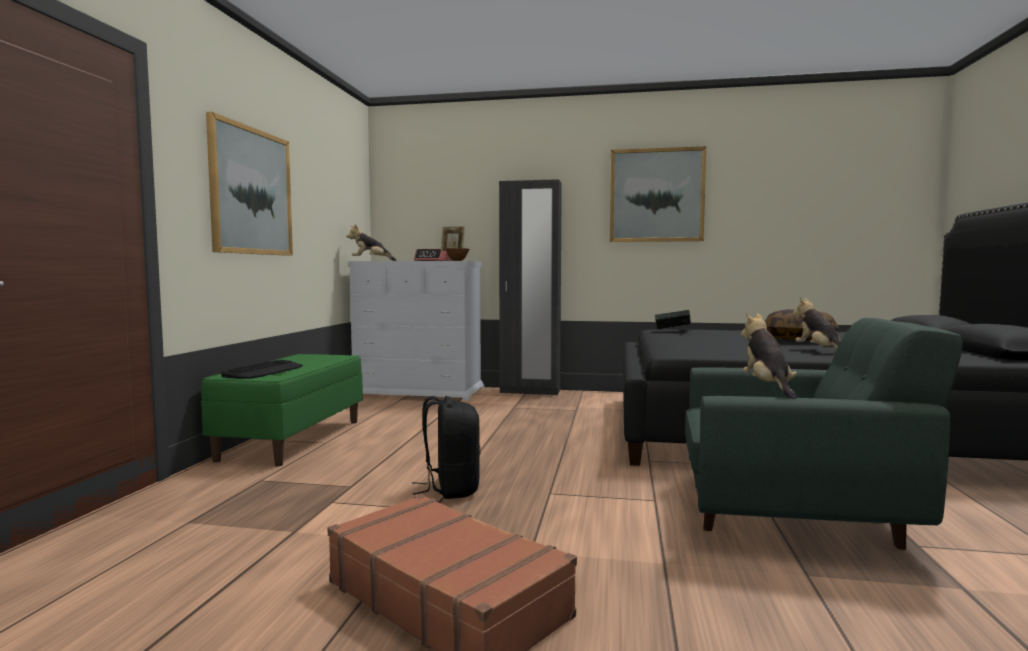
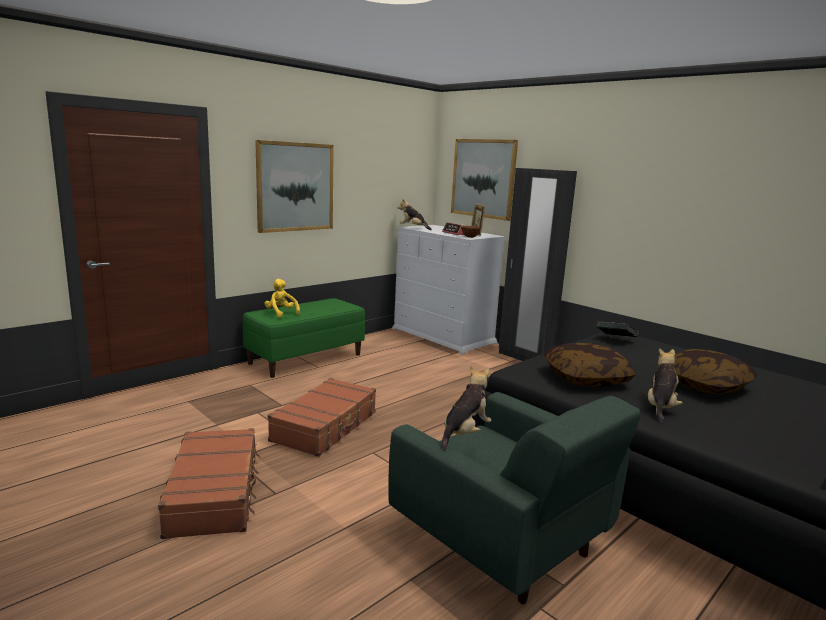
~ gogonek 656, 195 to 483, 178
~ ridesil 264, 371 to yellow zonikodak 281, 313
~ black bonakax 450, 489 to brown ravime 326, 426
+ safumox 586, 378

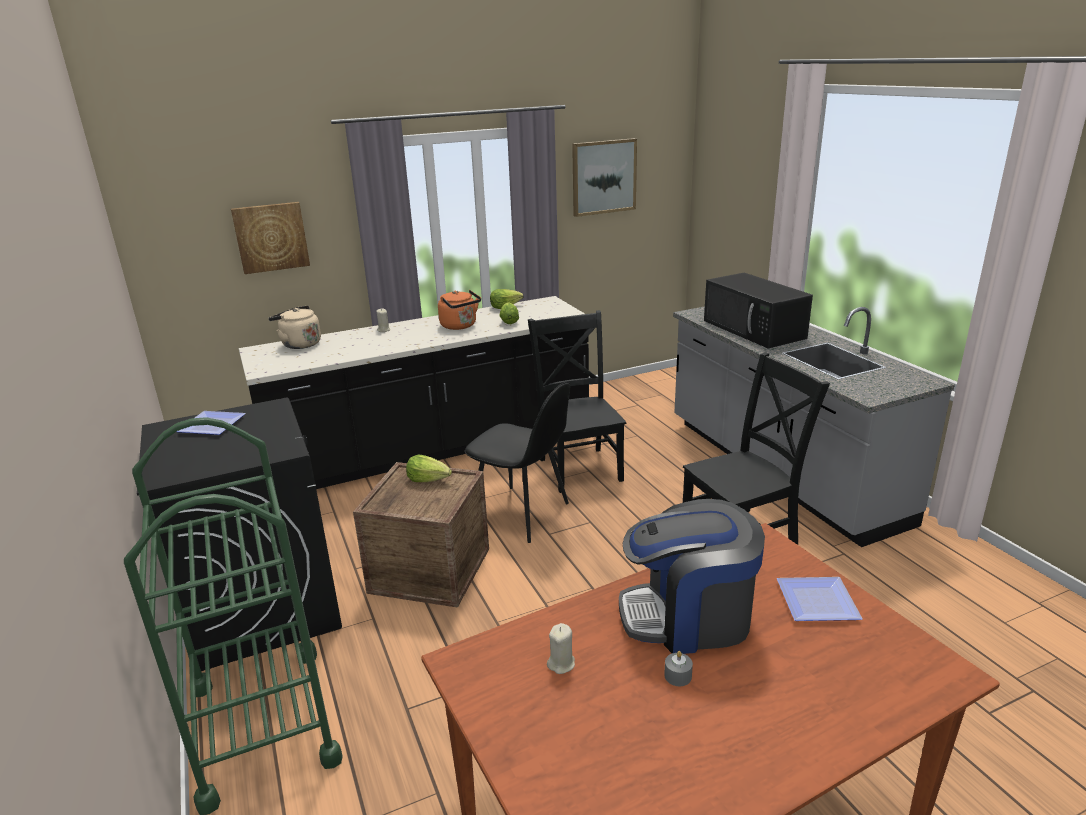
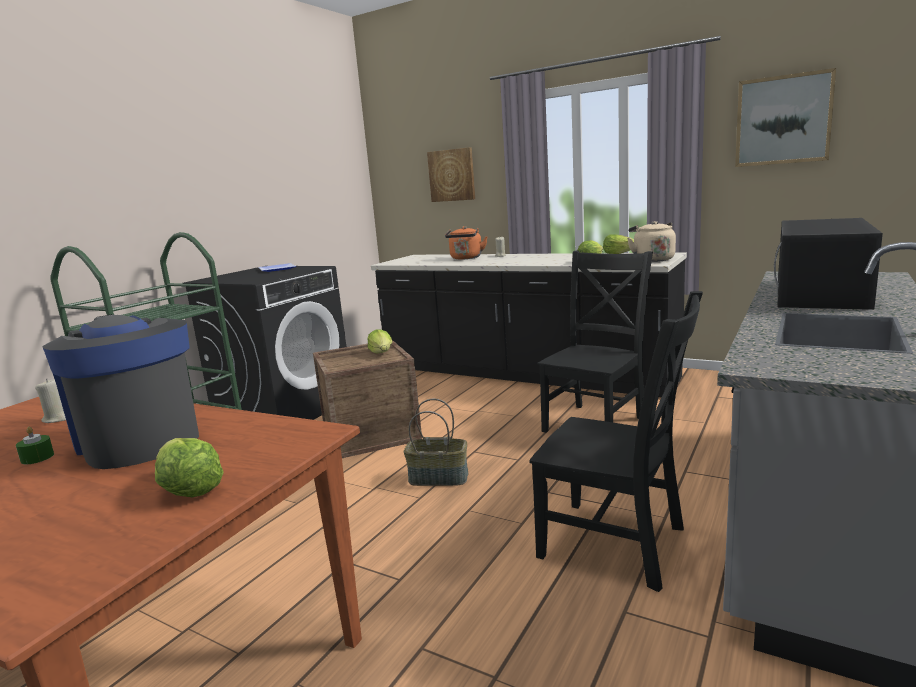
~ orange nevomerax 460, 326 to 466, 258
~ beige nevomerax 299, 344 to 652, 259
- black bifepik 522, 514
~ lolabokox 820, 603 to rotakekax 189, 488
~ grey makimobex 678, 676 to green makimobex 37, 458
+ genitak 439, 477

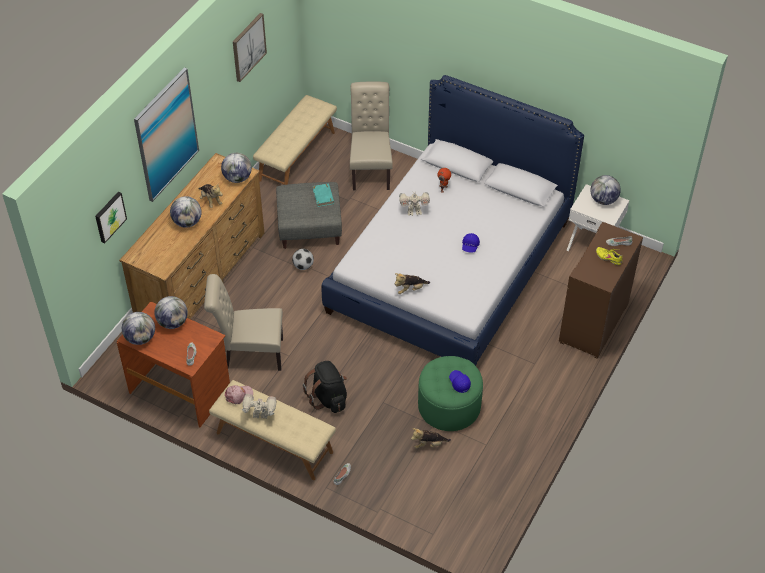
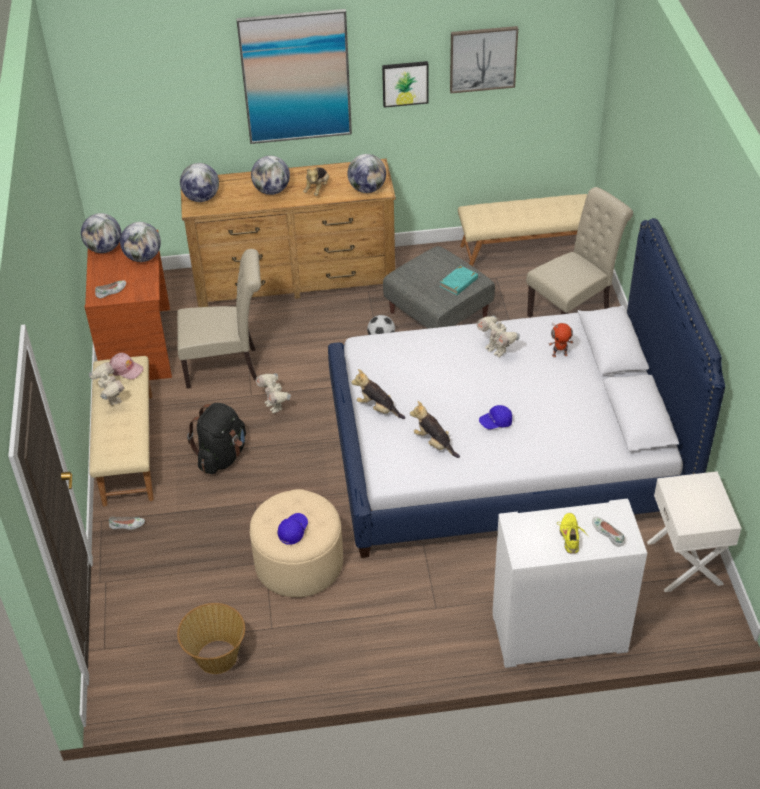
~ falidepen 603, 200 to 201, 198
~ gogonek 109, 216 to 405, 83
~ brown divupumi 594, 323 to white divupumi 558, 634
~ beige bifepik 249, 354 = 227, 366 120 degrees clockwise
~ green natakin 449, 406 to beige natakin 299, 563
~ zonikodak 429, 444 to 434, 443
+ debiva 275, 406
+ genitak 216, 657

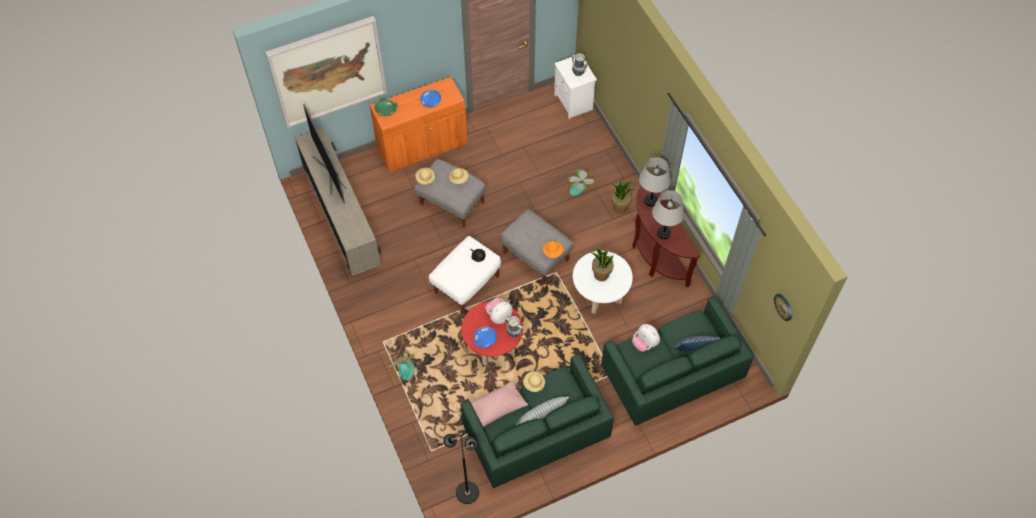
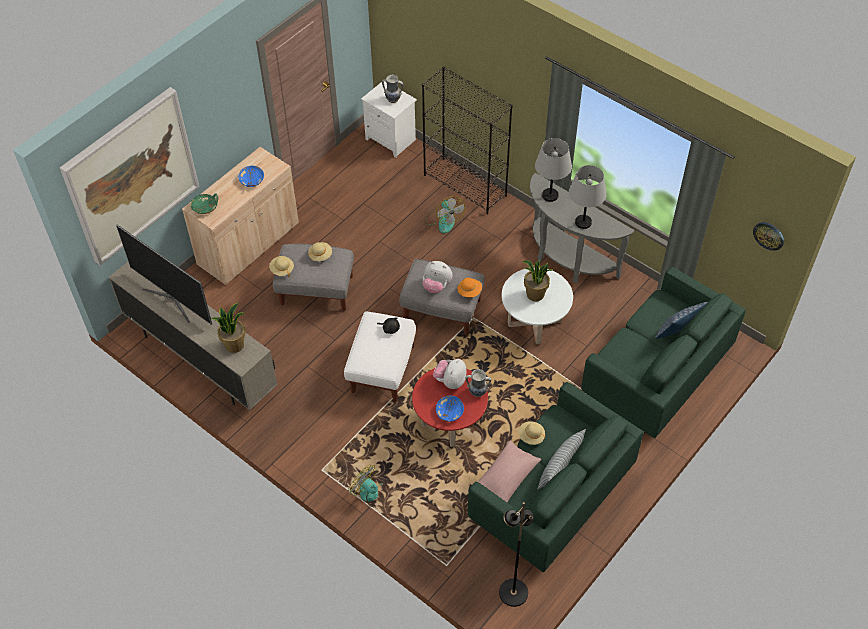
~ orange divupumi 422, 147 to beige divupumi 249, 244
~ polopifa 620, 207 to 234, 344
~ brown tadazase 655, 255 to grey tadazase 567, 259
~ zonikodak 644, 343 to 436, 286
+ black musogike 465, 185

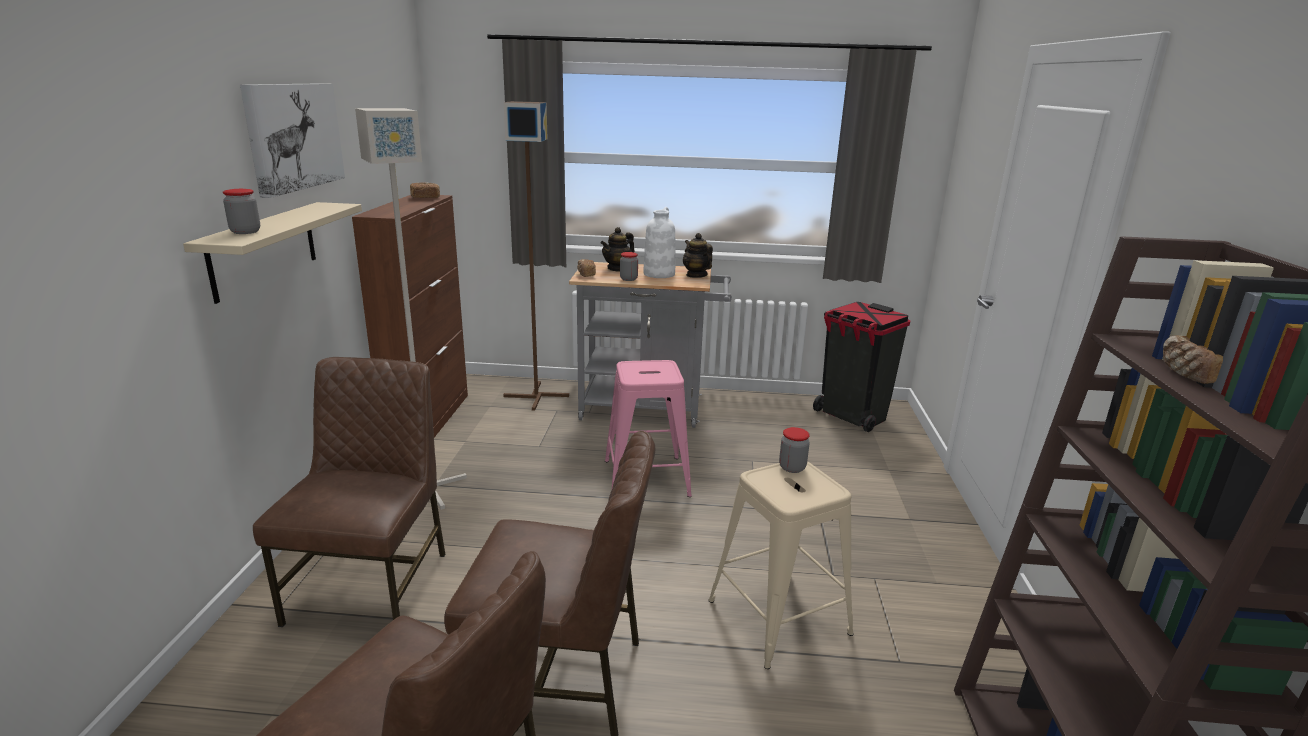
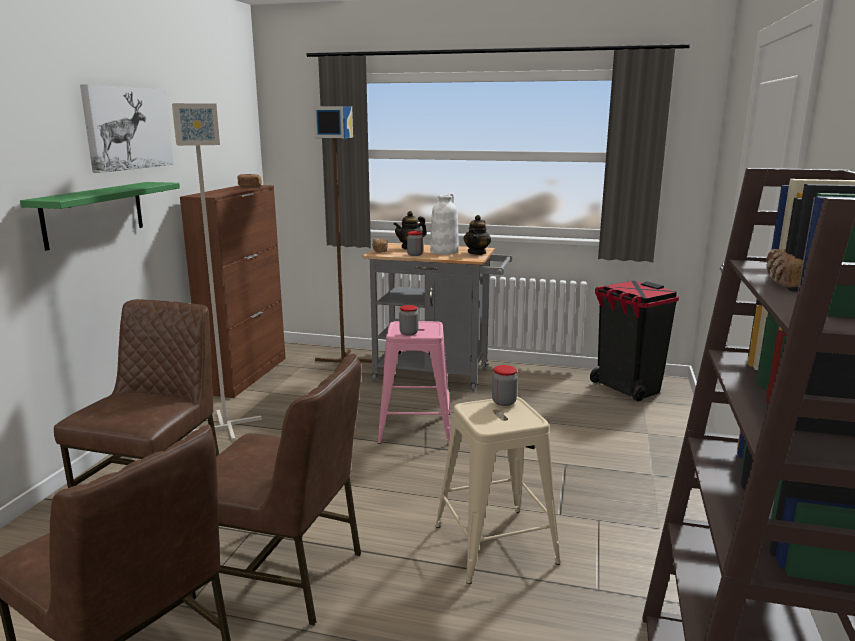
~ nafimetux 245, 232 to 408, 333
~ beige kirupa 264, 249 to green kirupa 94, 214
~ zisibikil 696, 275 = 477, 253 135 degrees counterclockwise

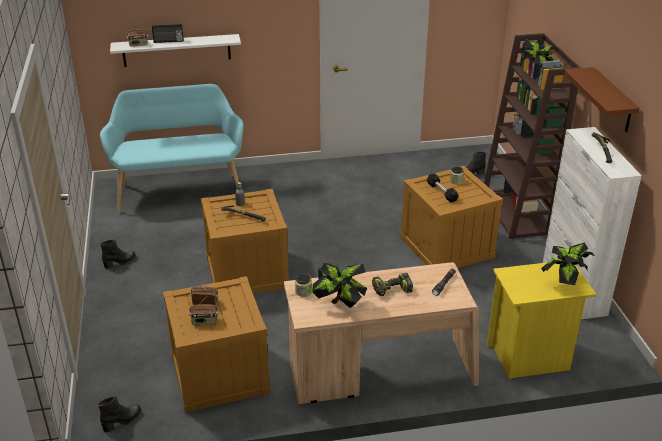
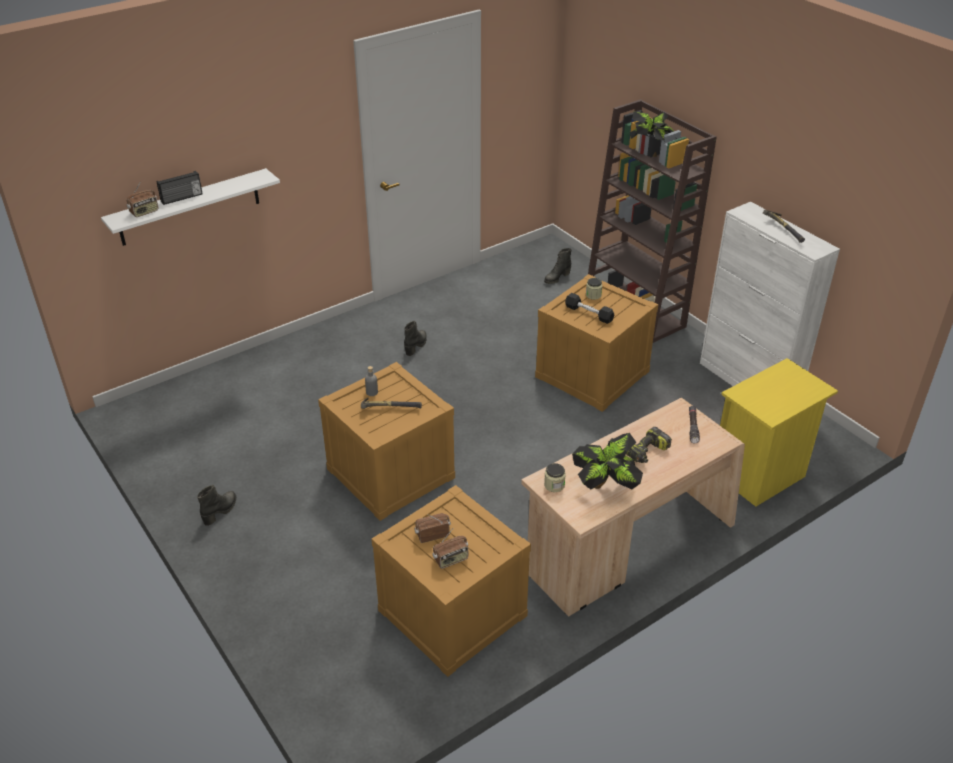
- brown kirupa 613, 101
- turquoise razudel 179, 190
- polopifa 565, 282
~ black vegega 122, 421 to 416, 346

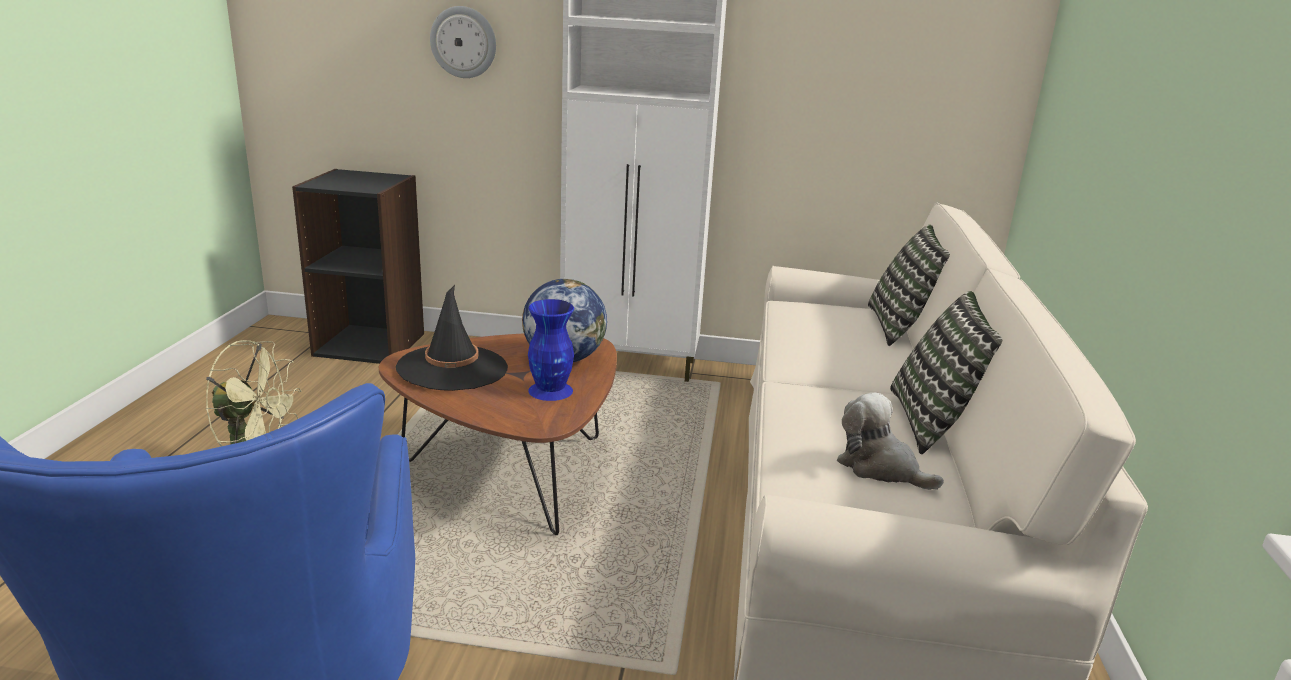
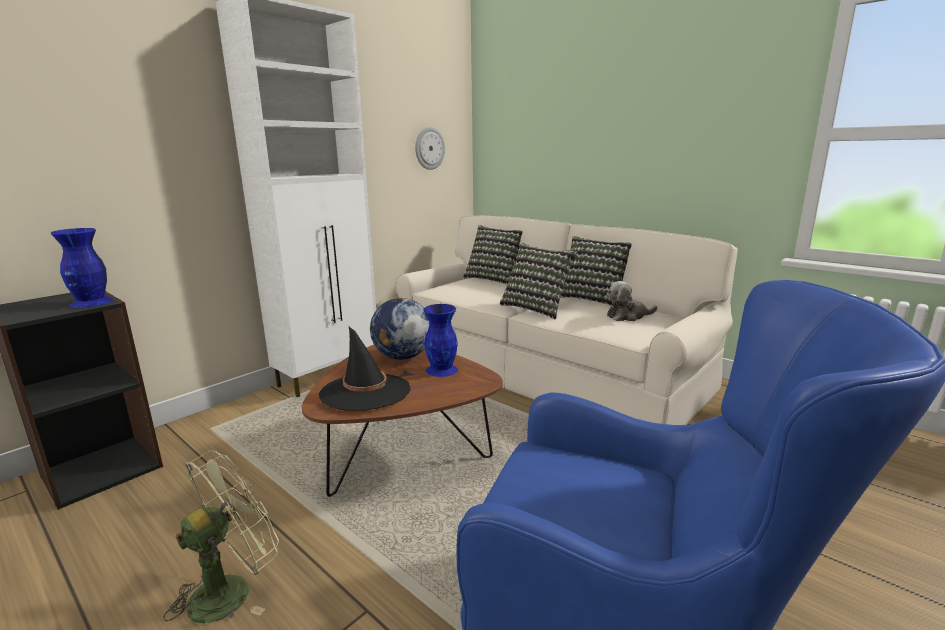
~ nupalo 463, 42 to 429, 148
+ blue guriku 91, 302
+ safumox 536, 308

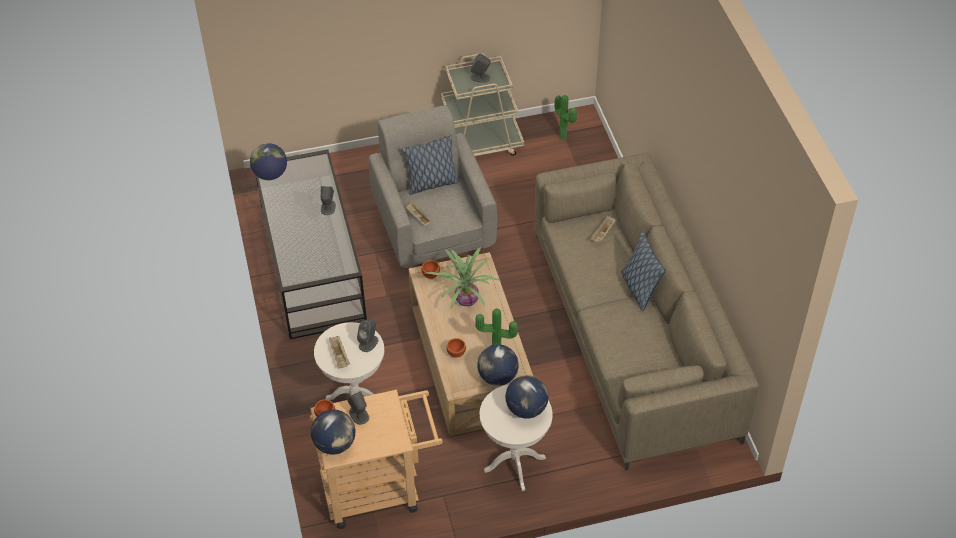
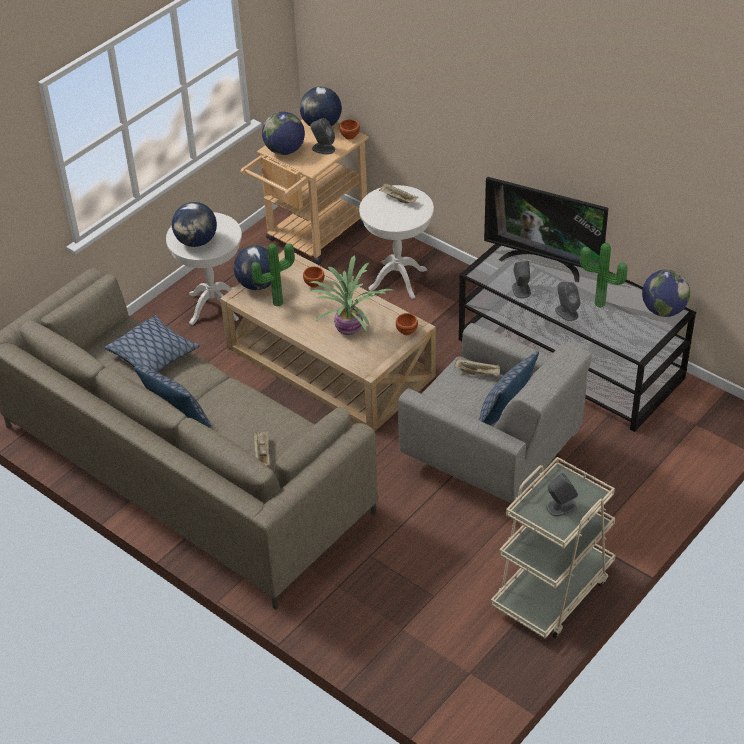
~ polopifa 564, 136 to 599, 305
~ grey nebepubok 368, 343 to 521, 290
+ falidepen 285, 150
+ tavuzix 543, 261
+ safumox 153, 355

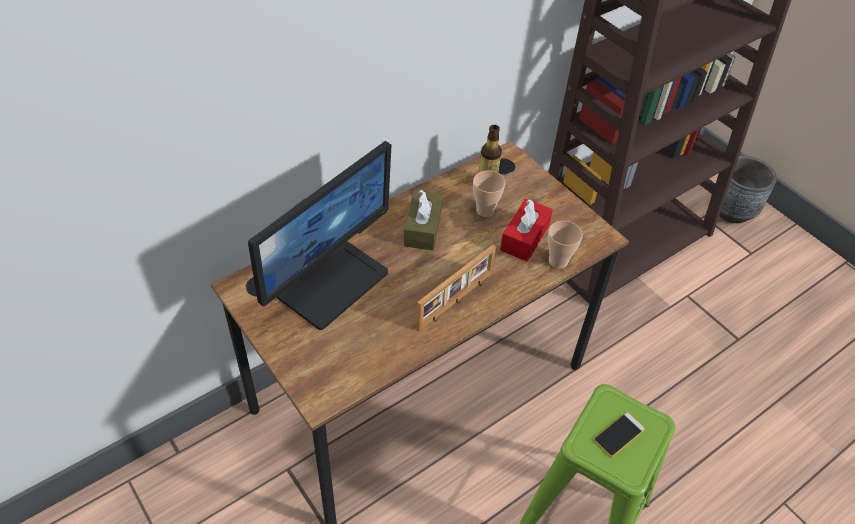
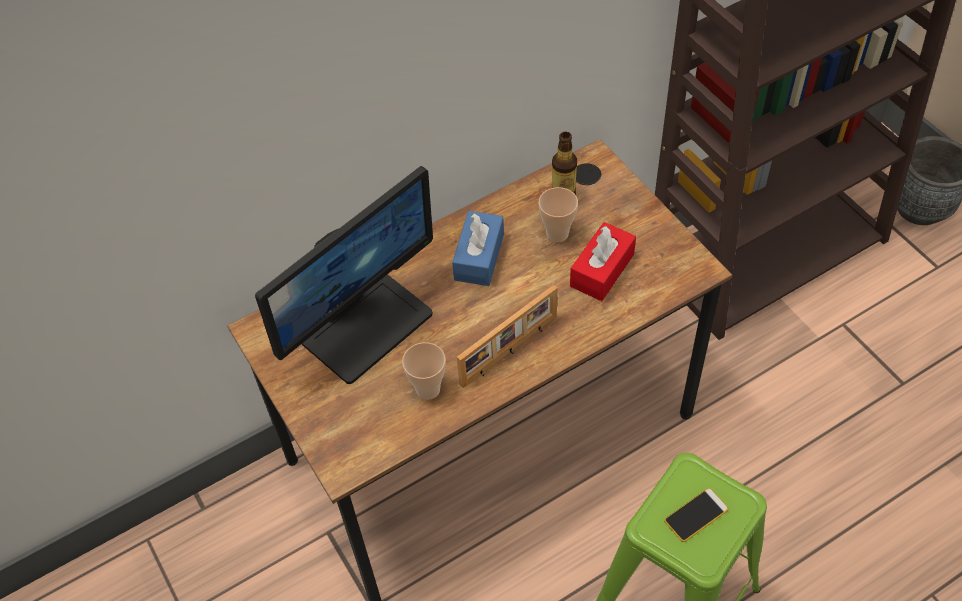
~ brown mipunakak 423, 228 to blue mipunakak 479, 257
~ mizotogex 558, 261 to 428, 389

